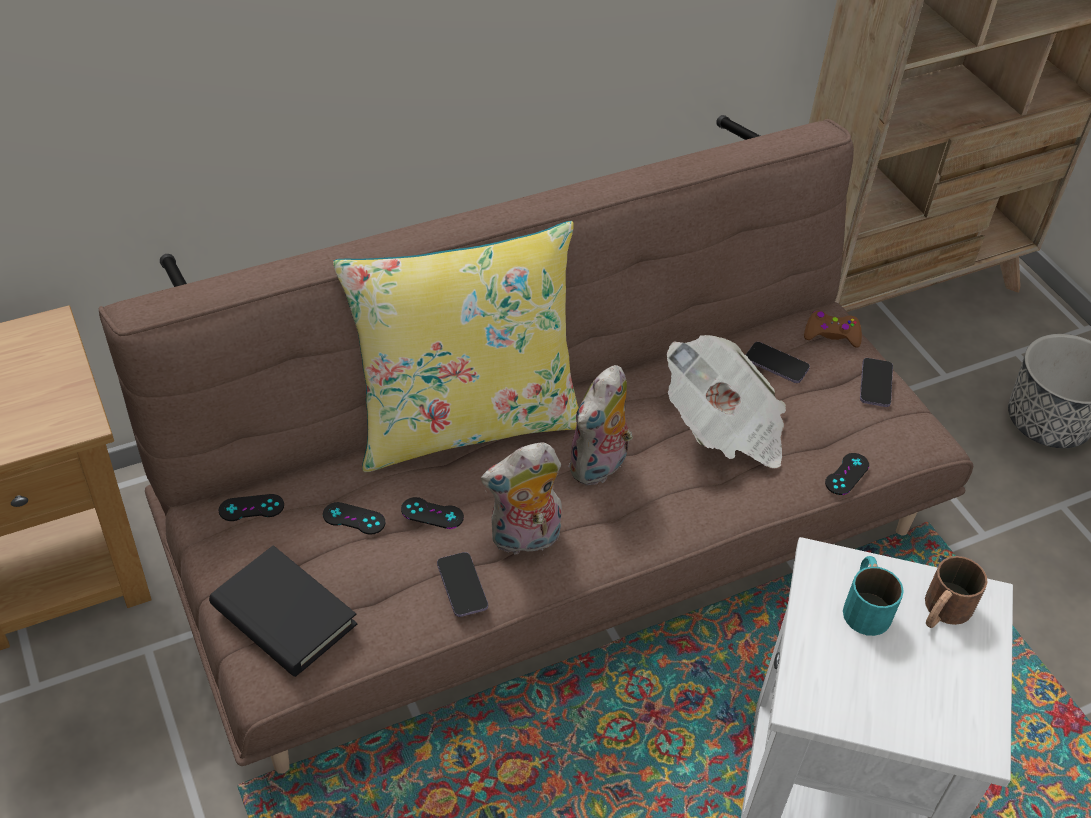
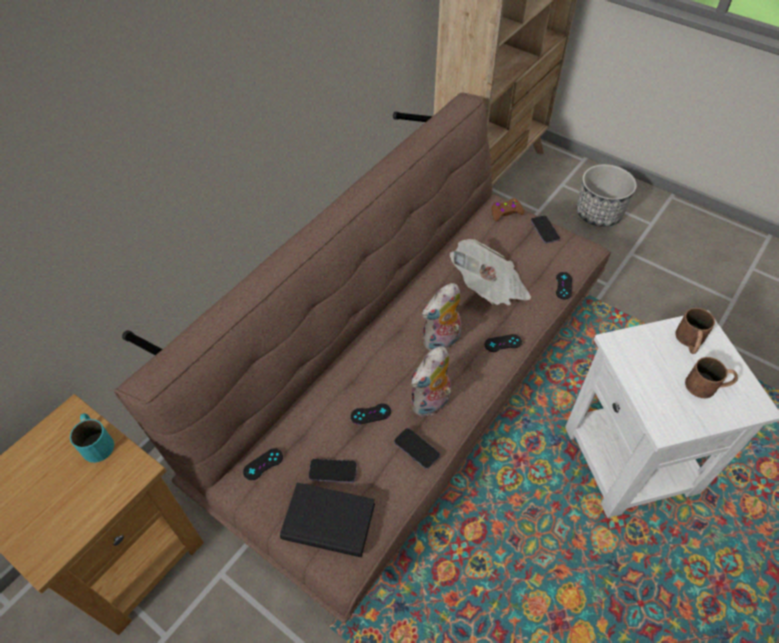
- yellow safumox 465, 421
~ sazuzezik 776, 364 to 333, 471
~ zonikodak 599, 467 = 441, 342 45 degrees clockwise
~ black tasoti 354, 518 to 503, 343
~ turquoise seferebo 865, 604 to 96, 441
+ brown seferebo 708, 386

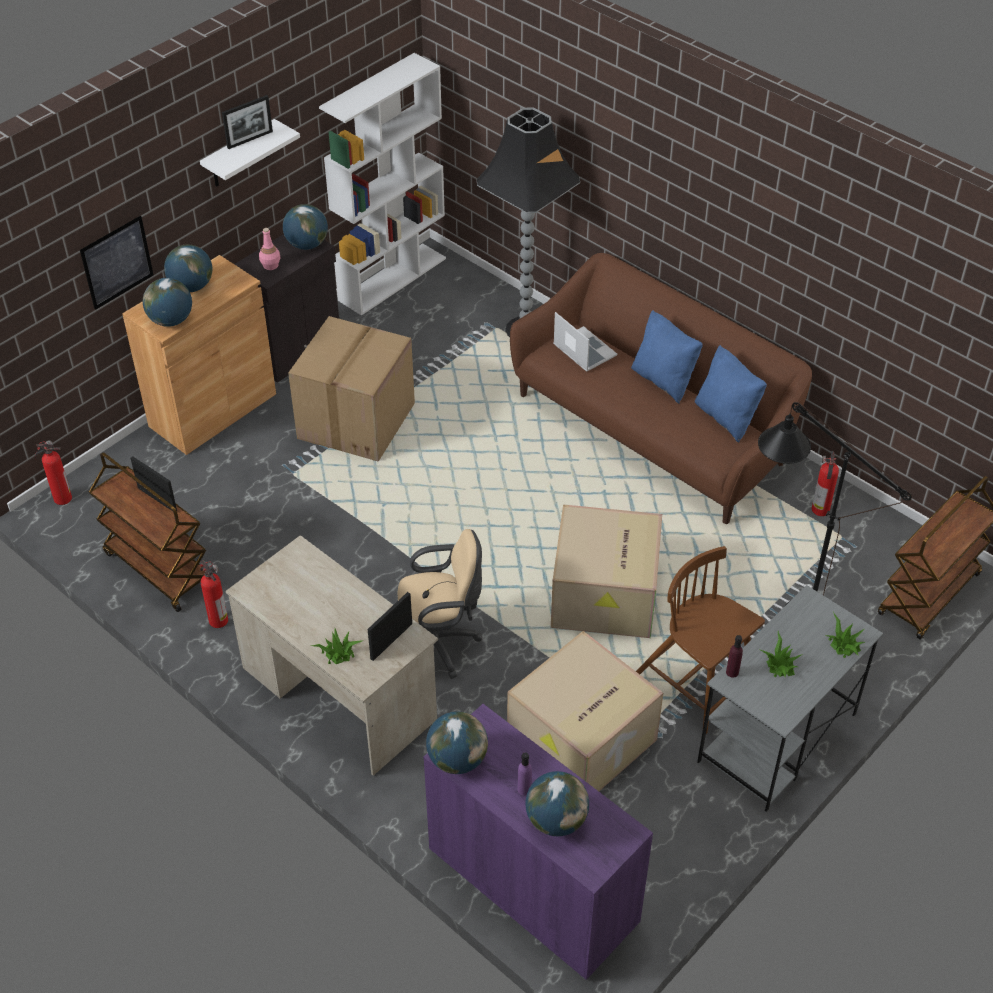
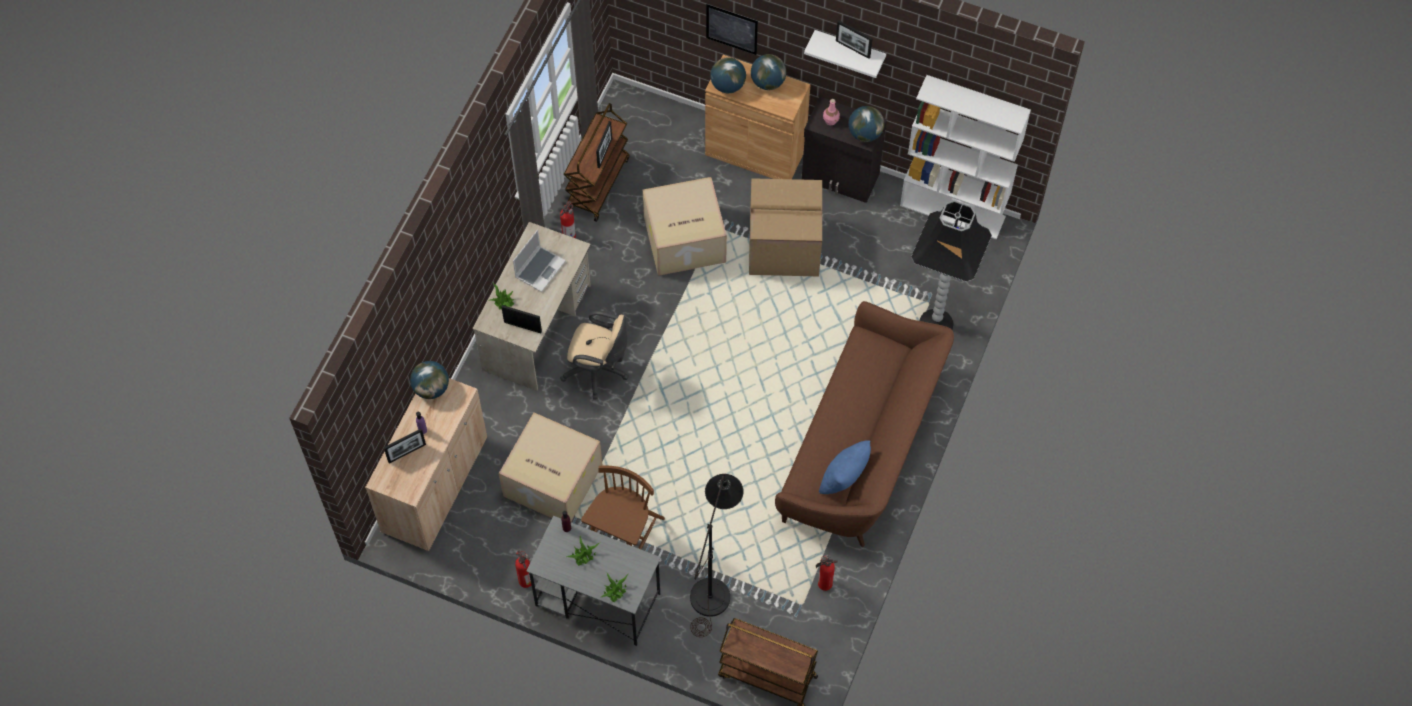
- blue safumox 664, 380
~ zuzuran 583, 350 to 540, 269
~ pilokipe 61, 498 to 525, 580
~ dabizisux 606, 596 to 683, 241
~ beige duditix 439, 644 = 598, 371 45 degrees counterclockwise
~ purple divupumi 533, 885 to beige divupumi 435, 485
~ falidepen 555, 820 to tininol 407, 453

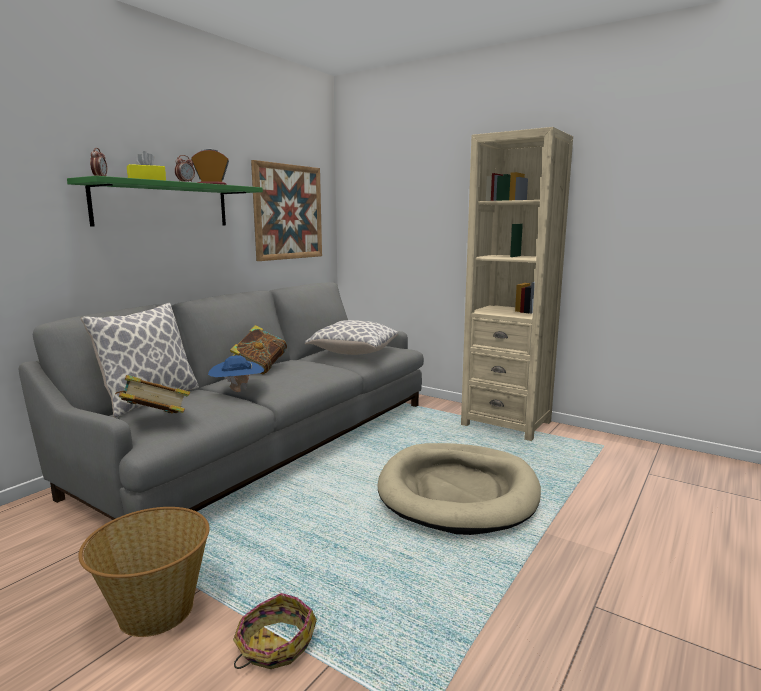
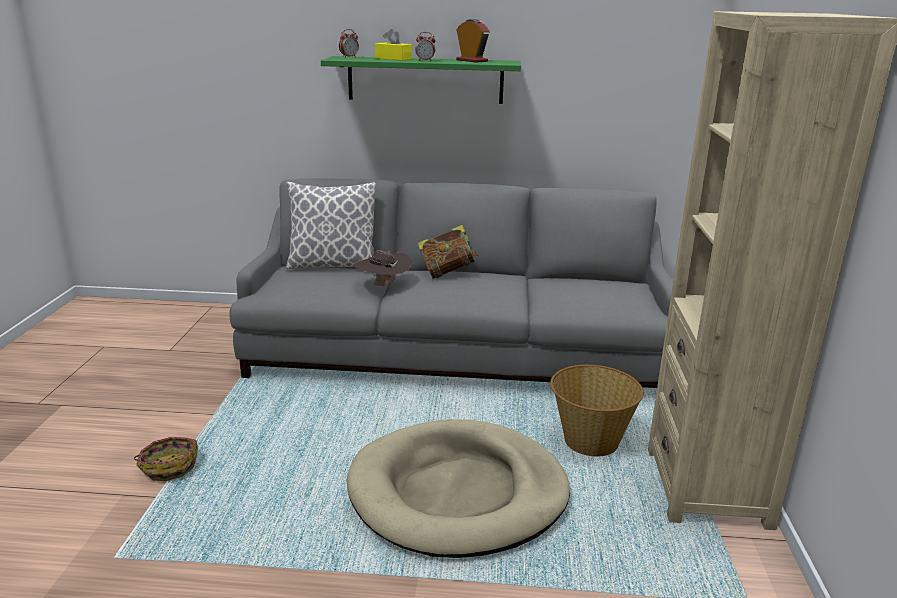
- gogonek 288, 212
- safumox 353, 352
~ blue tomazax 237, 392 to brown tomazax 383, 285
- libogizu 155, 421
~ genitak 154, 610 to 590, 441

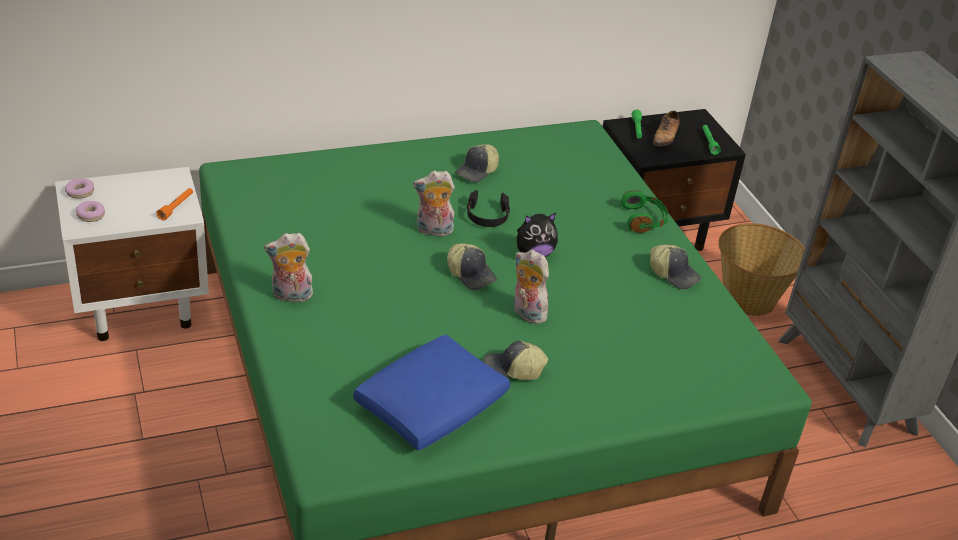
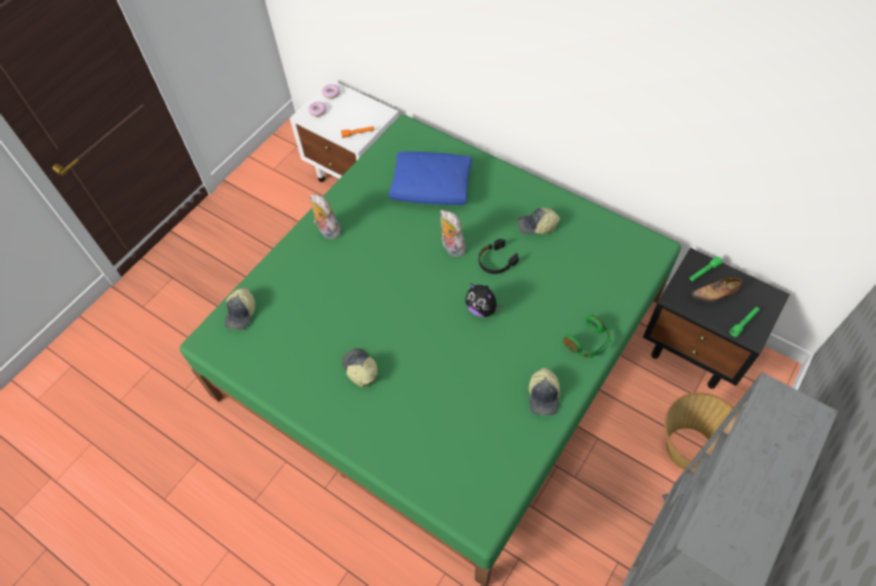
~ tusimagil 471, 274 to 241, 313
- zonikodak 526, 313
~ blue safumox 432, 405 to 432, 186

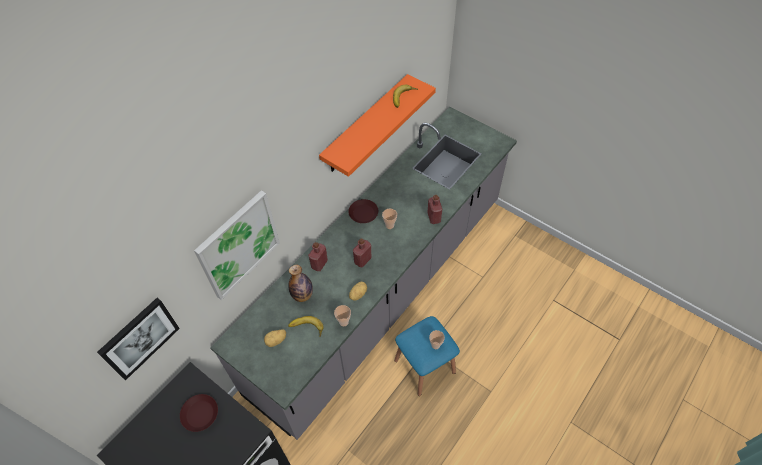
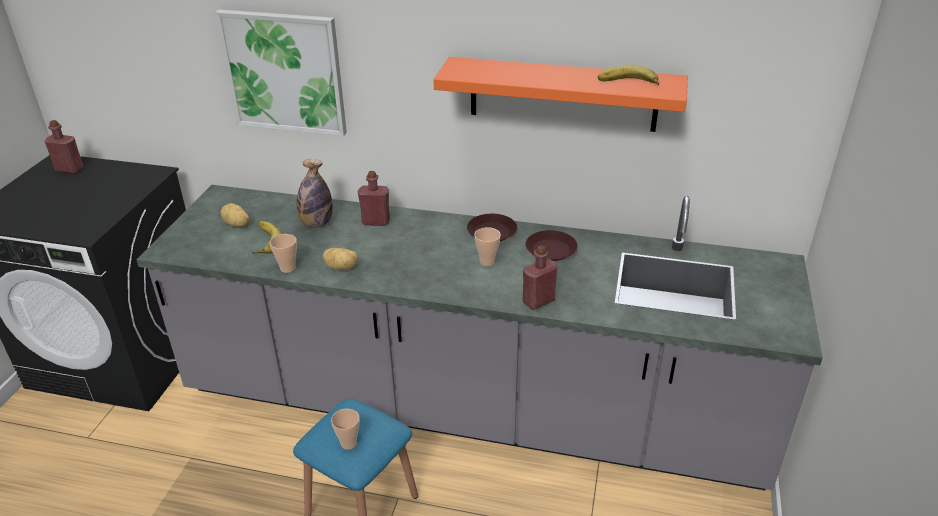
~ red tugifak 362, 260 to 69, 169
- gogonek 139, 337
~ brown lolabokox 200, 413 to 551, 250

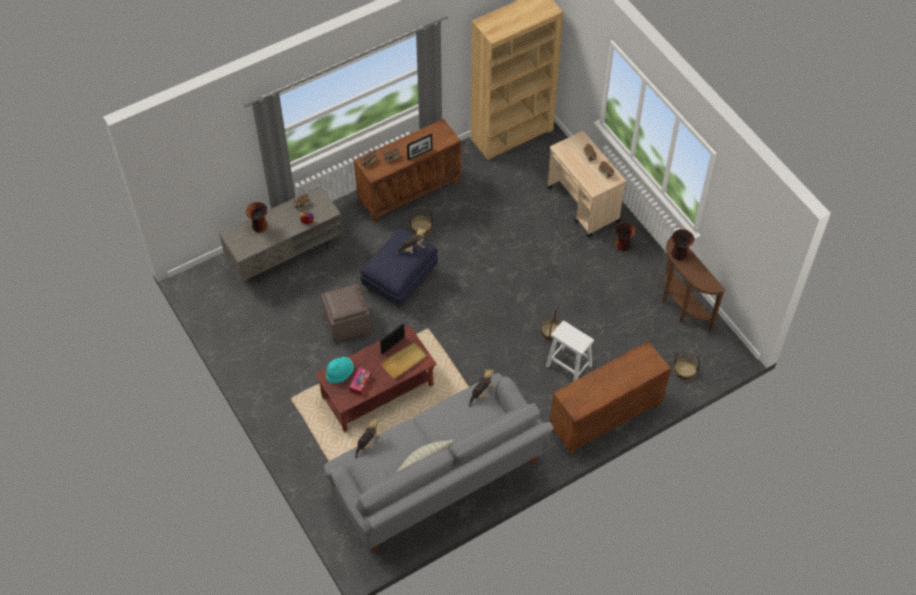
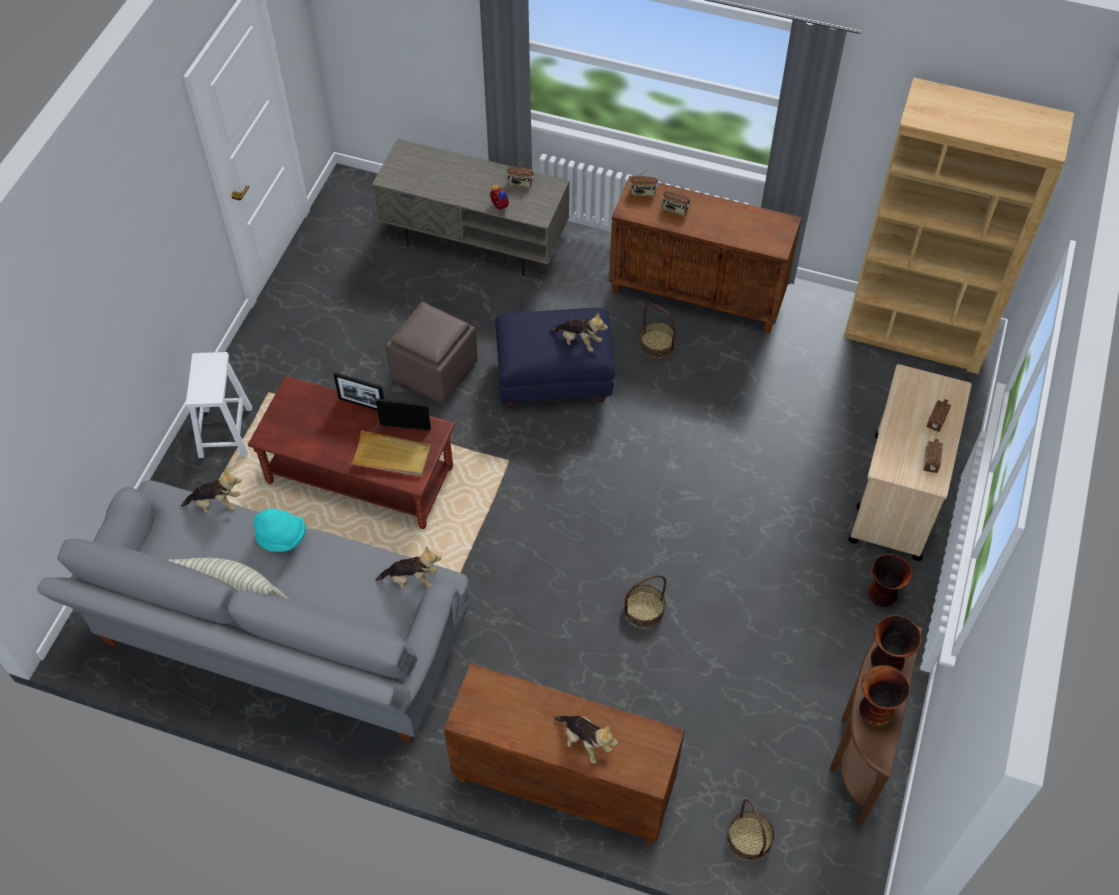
~ tininol 420, 154 to 362, 404
~ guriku 259, 226 to 874, 710
~ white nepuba 568, 365 to 225, 431
~ turquoise tomazax 340, 373 to 282, 537
- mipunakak 360, 383
+ zonikodak 585, 742

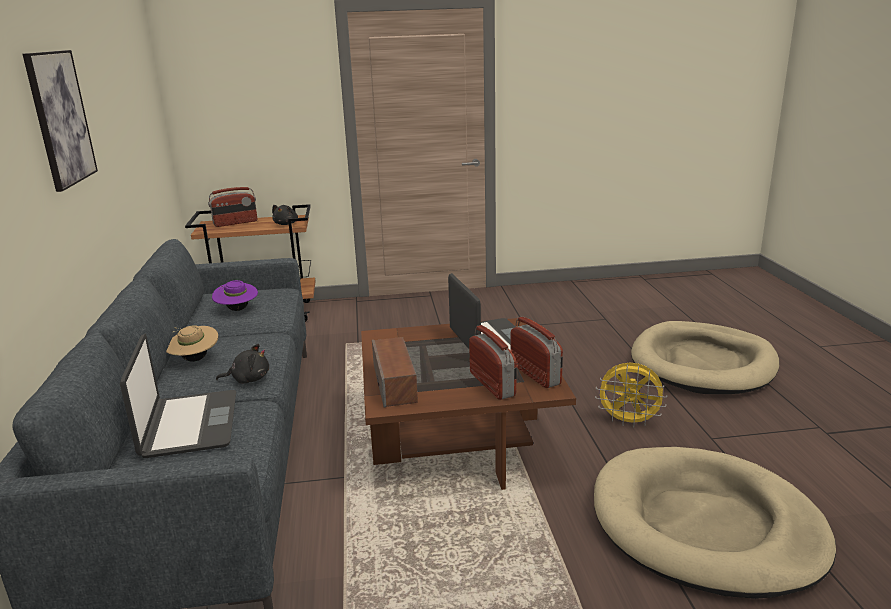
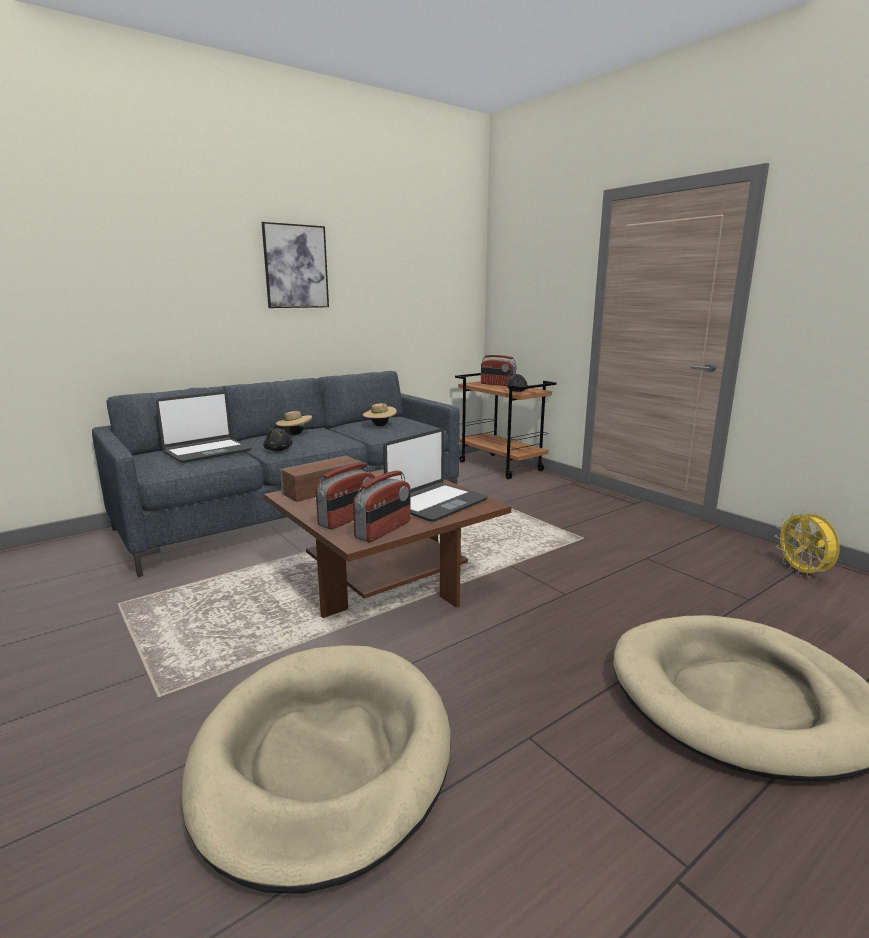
~ purple tomazax 237, 310 to beige tomazax 379, 425
~ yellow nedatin 629, 422 to 802, 573

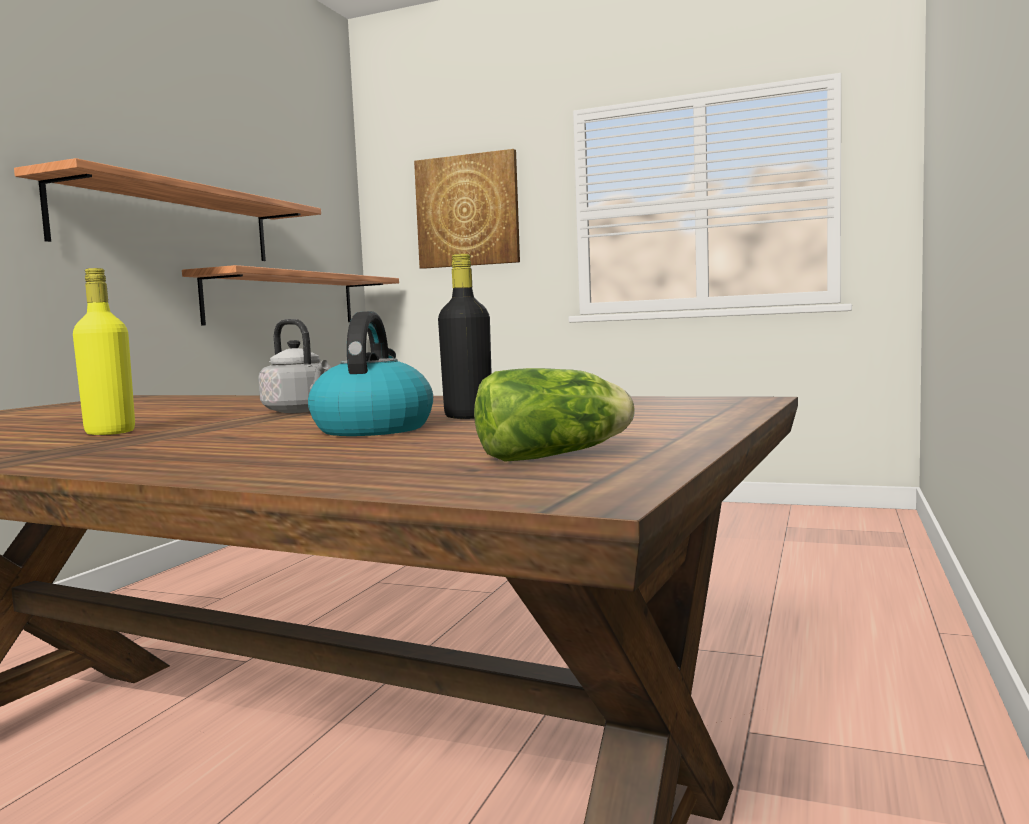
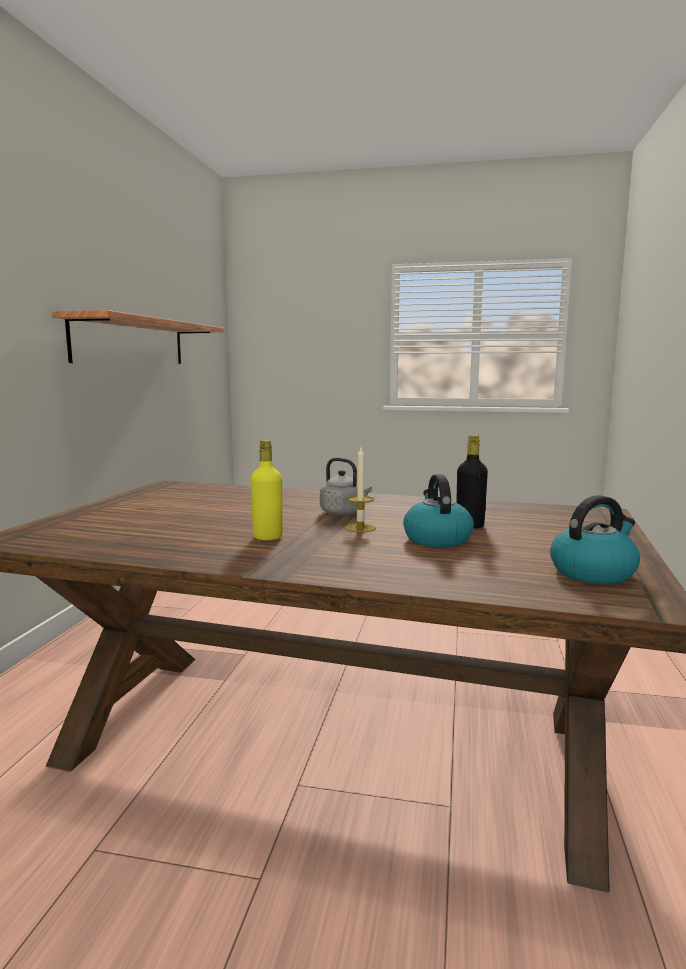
- gogonek 467, 211
- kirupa 284, 299
~ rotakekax 558, 455 to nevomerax 593, 572
+ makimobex 360, 528

